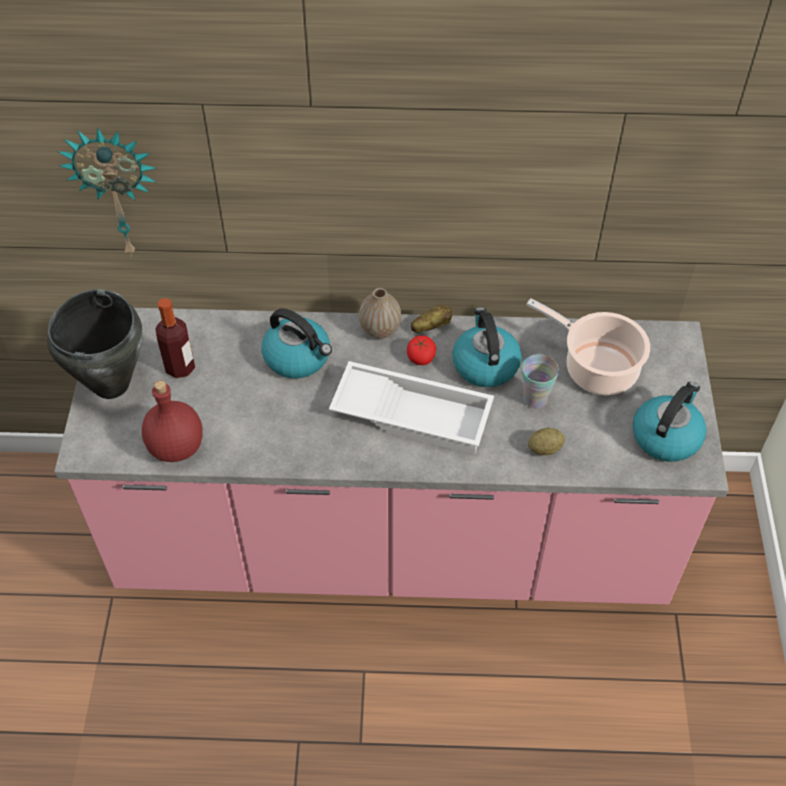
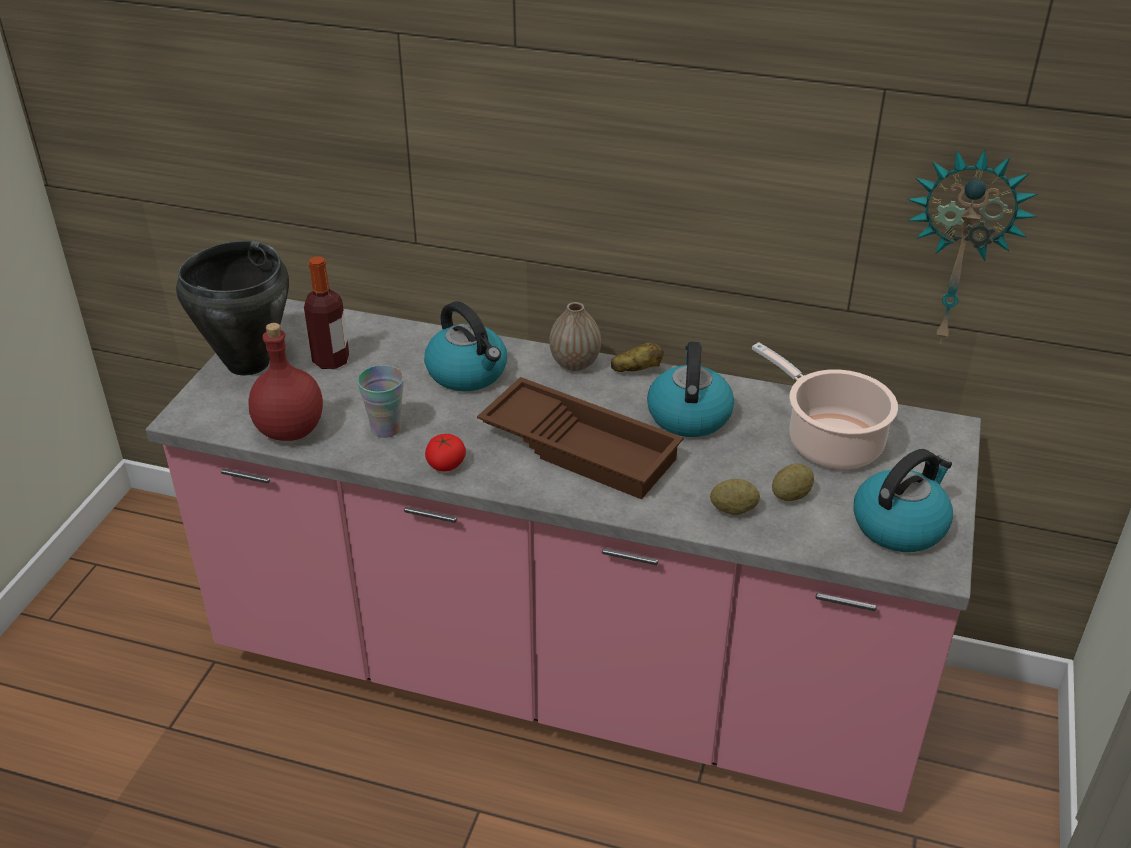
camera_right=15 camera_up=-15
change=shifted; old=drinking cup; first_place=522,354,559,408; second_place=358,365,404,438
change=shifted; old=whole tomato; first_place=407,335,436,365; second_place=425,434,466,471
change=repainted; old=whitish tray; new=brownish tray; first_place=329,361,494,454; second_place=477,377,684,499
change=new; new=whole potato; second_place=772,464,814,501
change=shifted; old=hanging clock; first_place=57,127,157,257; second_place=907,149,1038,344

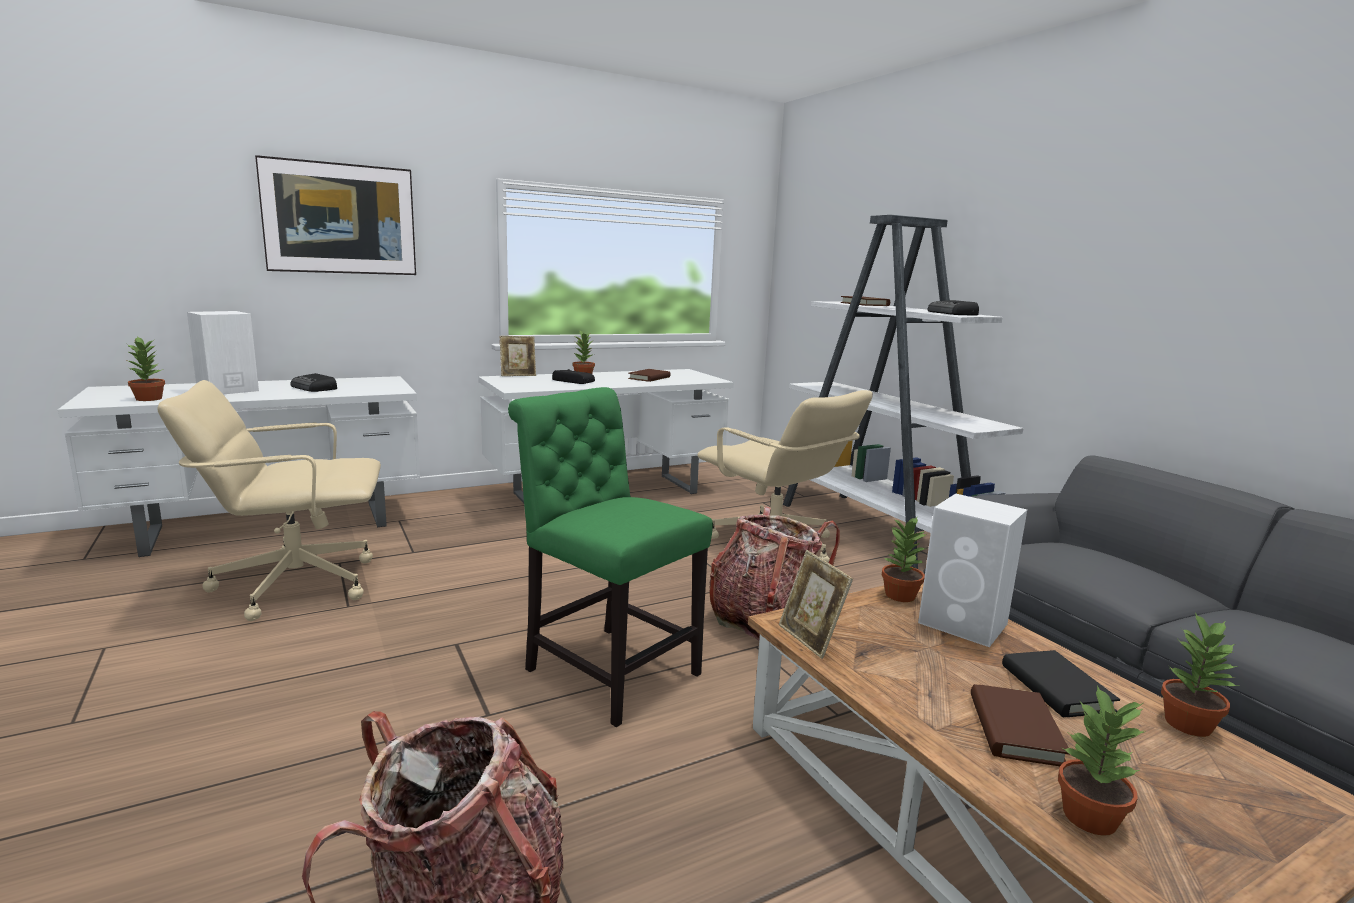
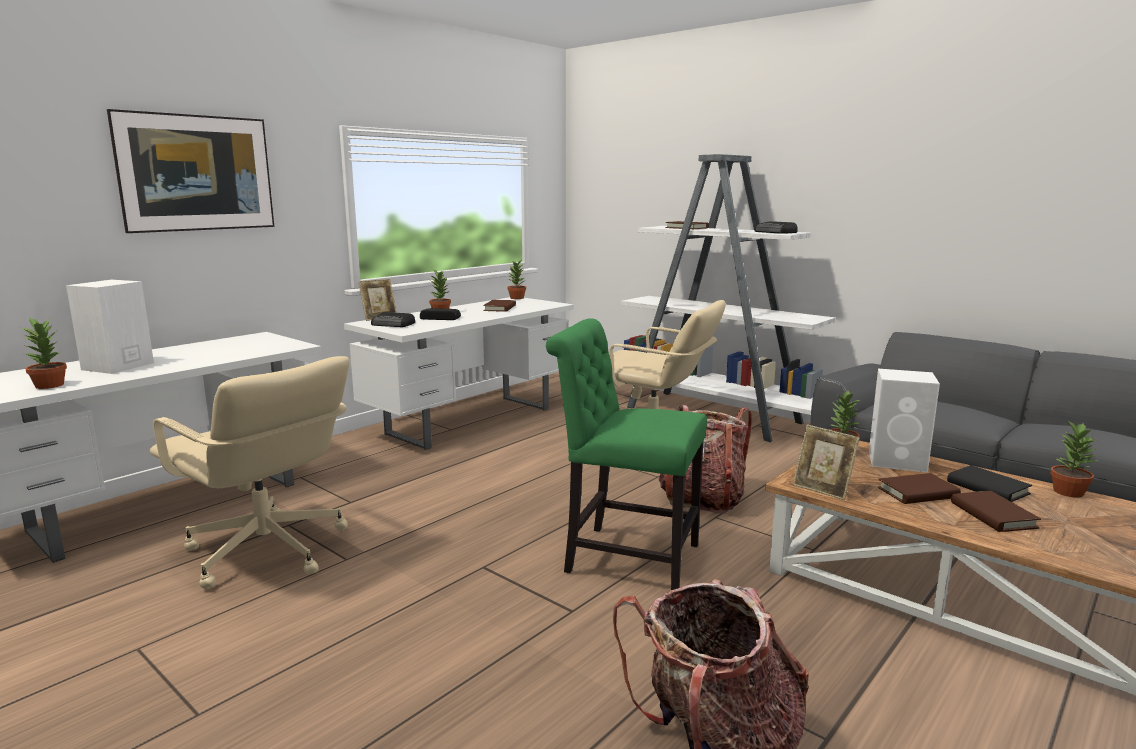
camera_right=-20 camera_up=0
change=rotated; old=beige computer chair; first_place=157,380,381,621; second_place=150,356,349,589; degrees=-105
change=shifted; old=radio set; first_place=291,373,337,392; second_place=371,312,415,327
change=shifted; old=plant in a pot; first_place=1058,685,1144,836; second_place=507,261,526,299
change=new; new=brownish book; second_place=878,473,961,504

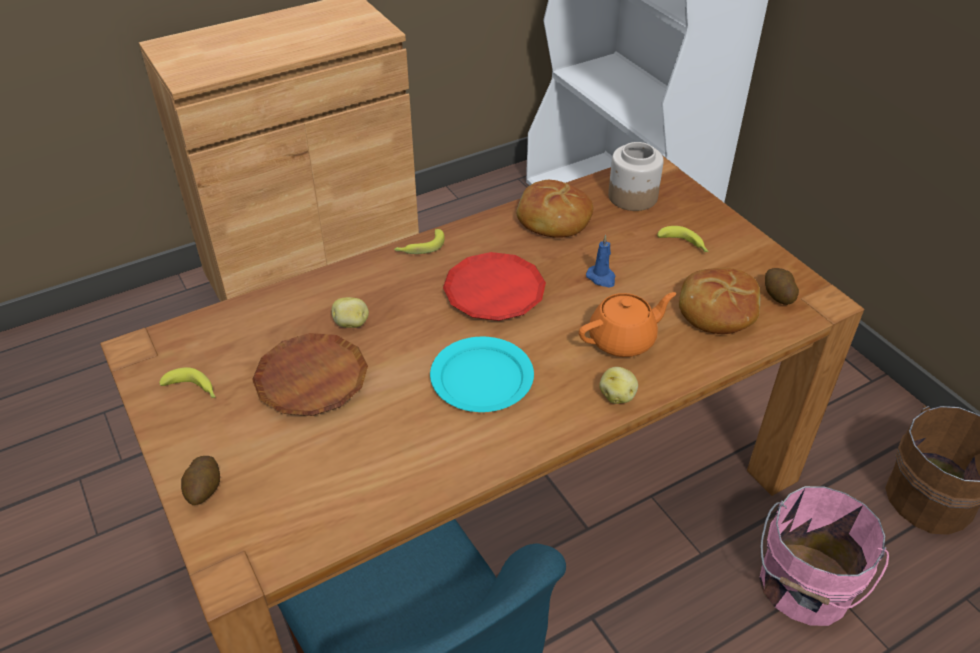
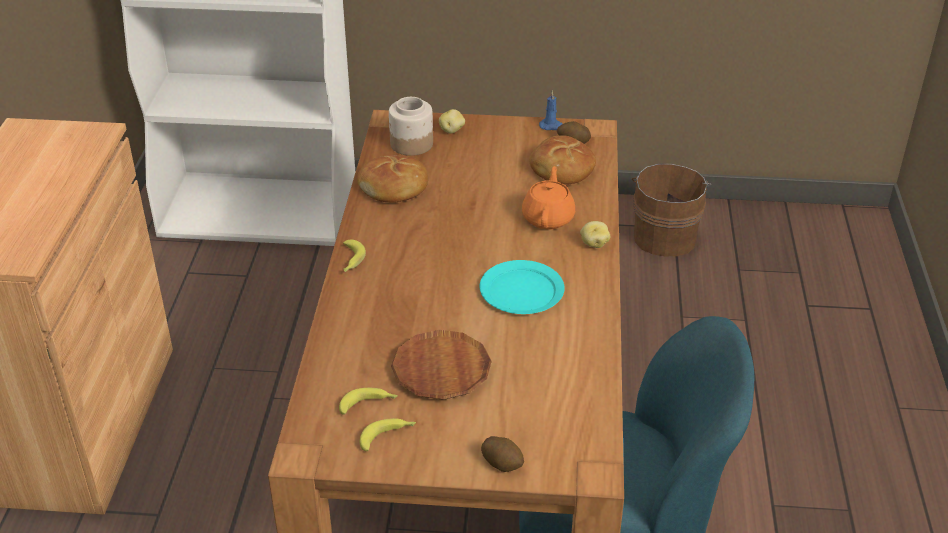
camera_right=-55 camera_up=-5
change=shifted; old=banana fruit; first_place=657,226,709,252; second_place=339,388,398,415
change=shifted; old=whole potato; first_place=331,297,369,328; second_place=439,109,465,134
change=shifted; old=blue-coloured wax candle; first_place=586,235,615,287; second_place=539,90,563,130
change=gone; old=red plate; first_place=443,252,546,321
change=gone; old=pinkish water bucket; first_place=759,486,889,626

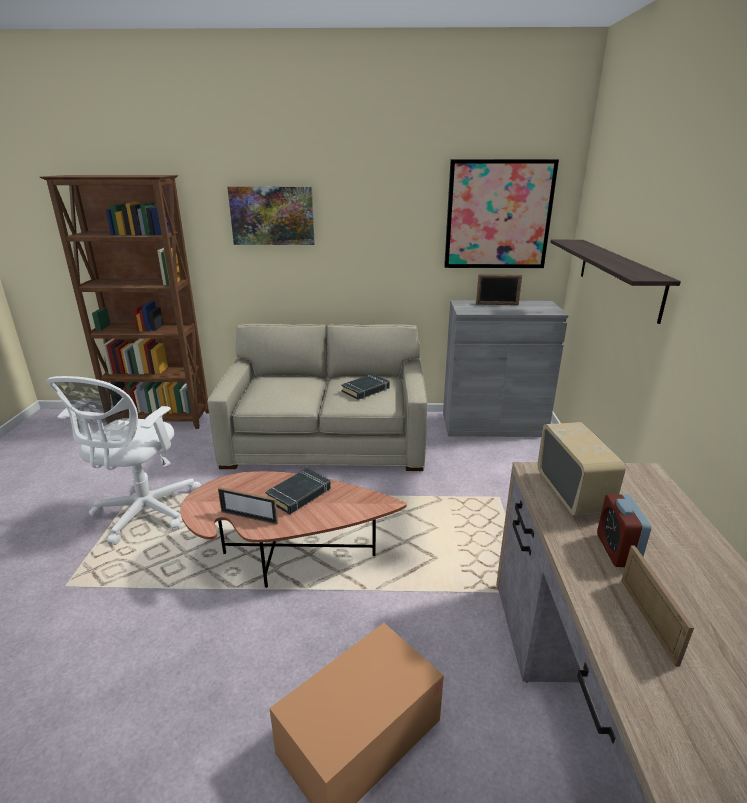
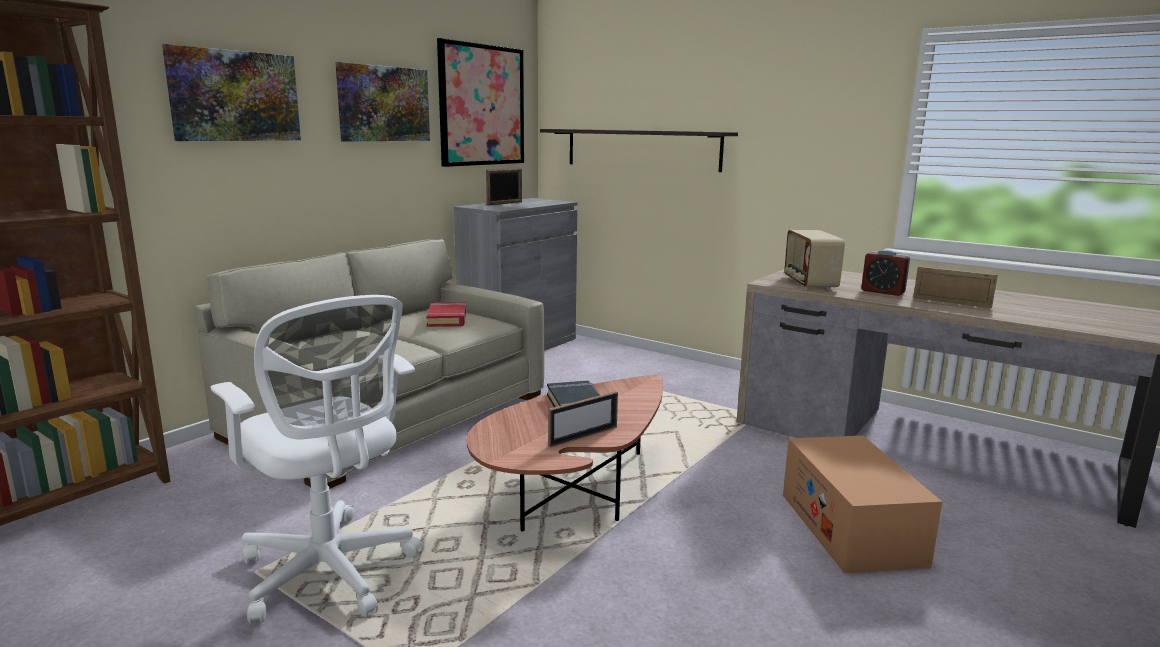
camera_right=-55 camera_up=-10
change=new; new=picture; second_place=335,62,430,142
change=repainted; old=black book; new=red book; first_place=341,374,390,400; second_place=426,302,467,327
change=rotated; old=radio set; first_place=538,422,625,515; second_place=785,230,845,289; degrees=-120

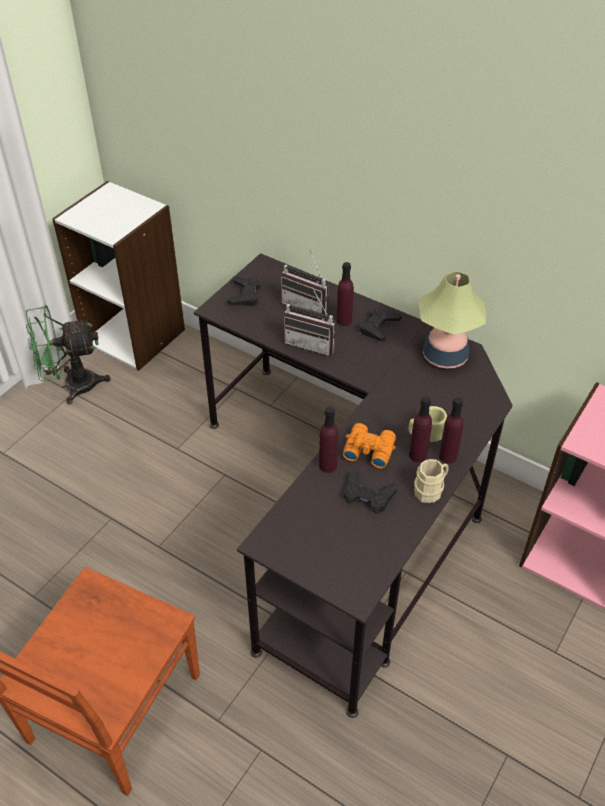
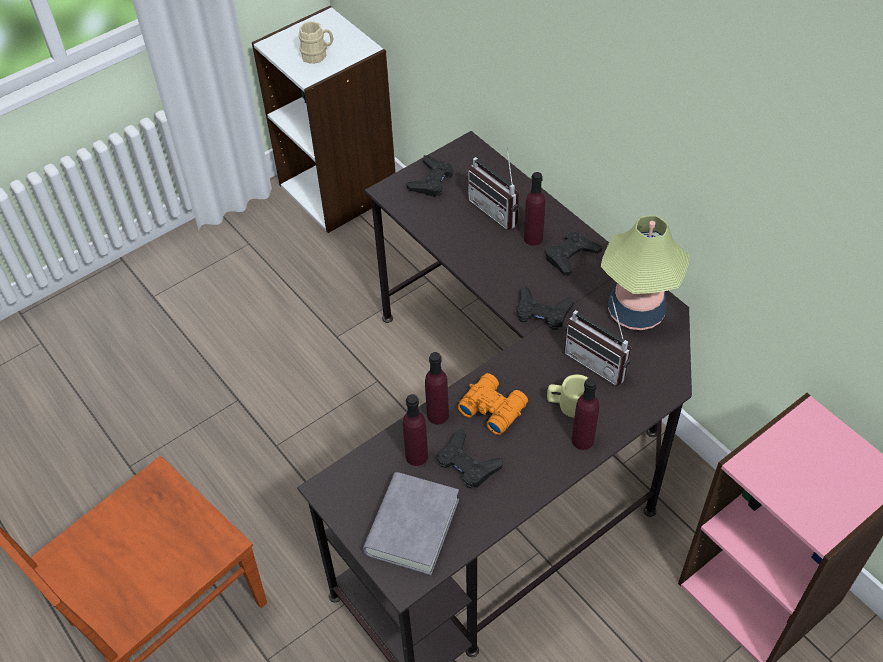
camera_right=20 camera_up=5
change=shifted; old=beige tea mug; first_place=414,459,449,503; second_place=299,21,333,64
change=new; new=gray book; second_place=363,472,459,575
change=shifted; old=purple-coloured drink bottle; first_place=409,396,432,462; second_place=403,394,428,466
change=new; new=black game controller; second_place=517,286,574,330
change=shifted; old=radio set; first_place=284,287,336,356; second_place=564,296,631,386
change=gone; old=green electric fan; first_place=26,305,111,405

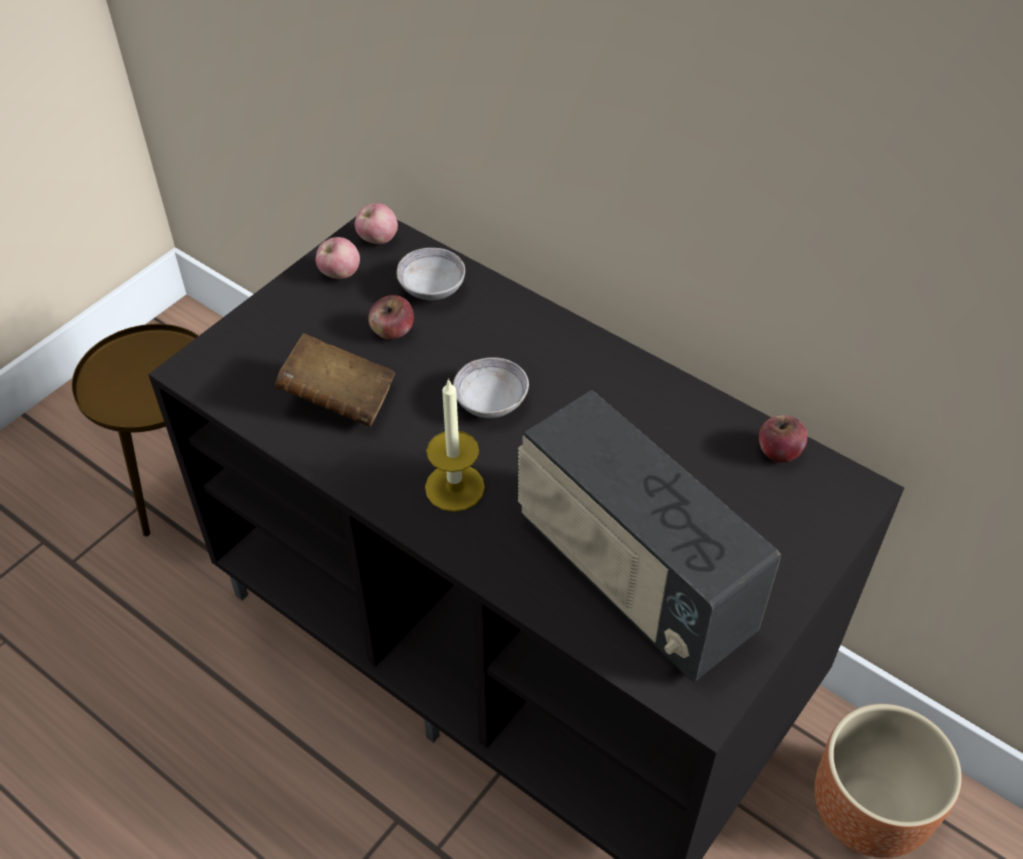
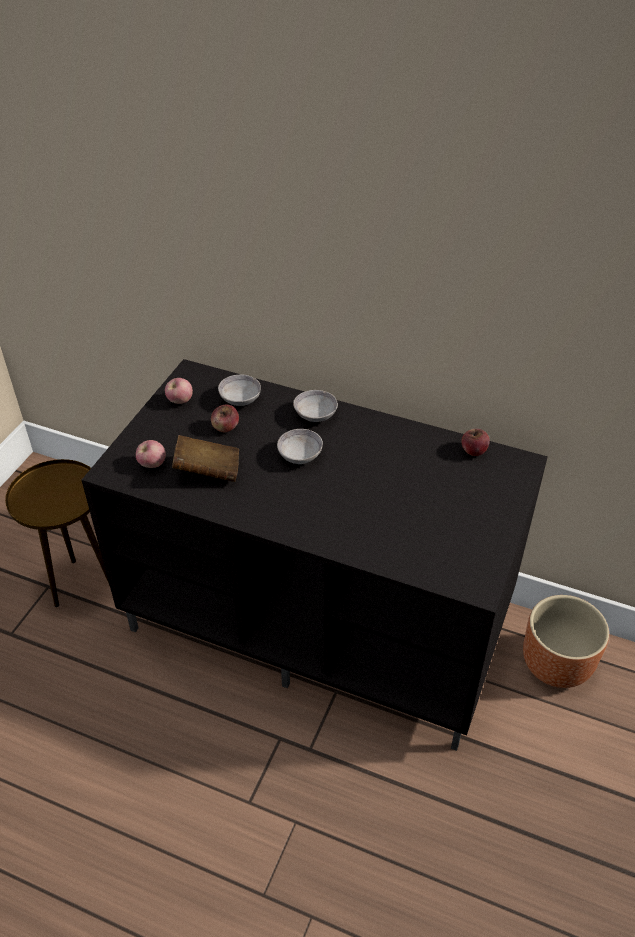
camera_right=-15 camera_up=-5
change=shifted; old=apple fruit; first_place=355,203,398,244; second_place=136,440,166,468
change=new; new=gray bowl; second_place=293,390,338,422
change=gone; old=wax candle; first_place=425,378,485,512
change=gone; old=radio set; first_place=518,390,781,682

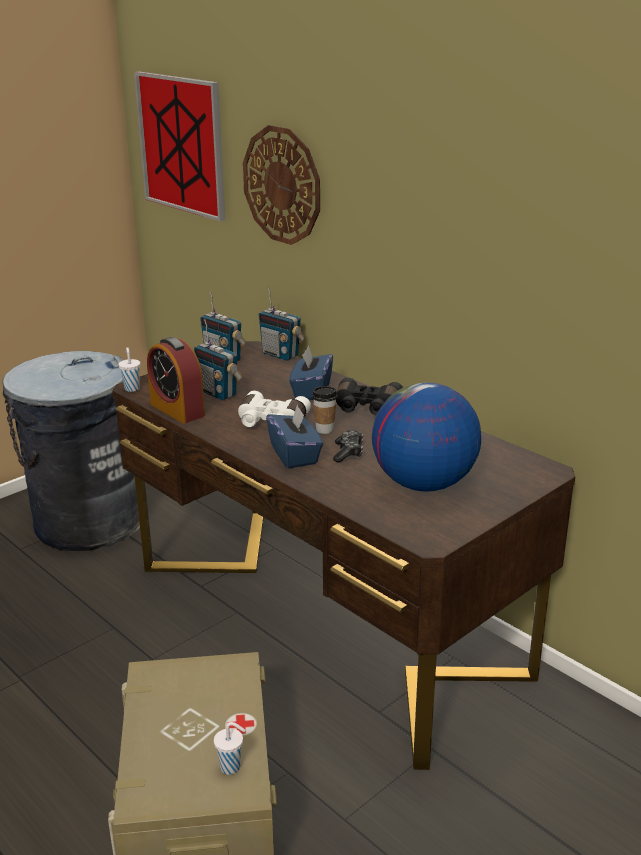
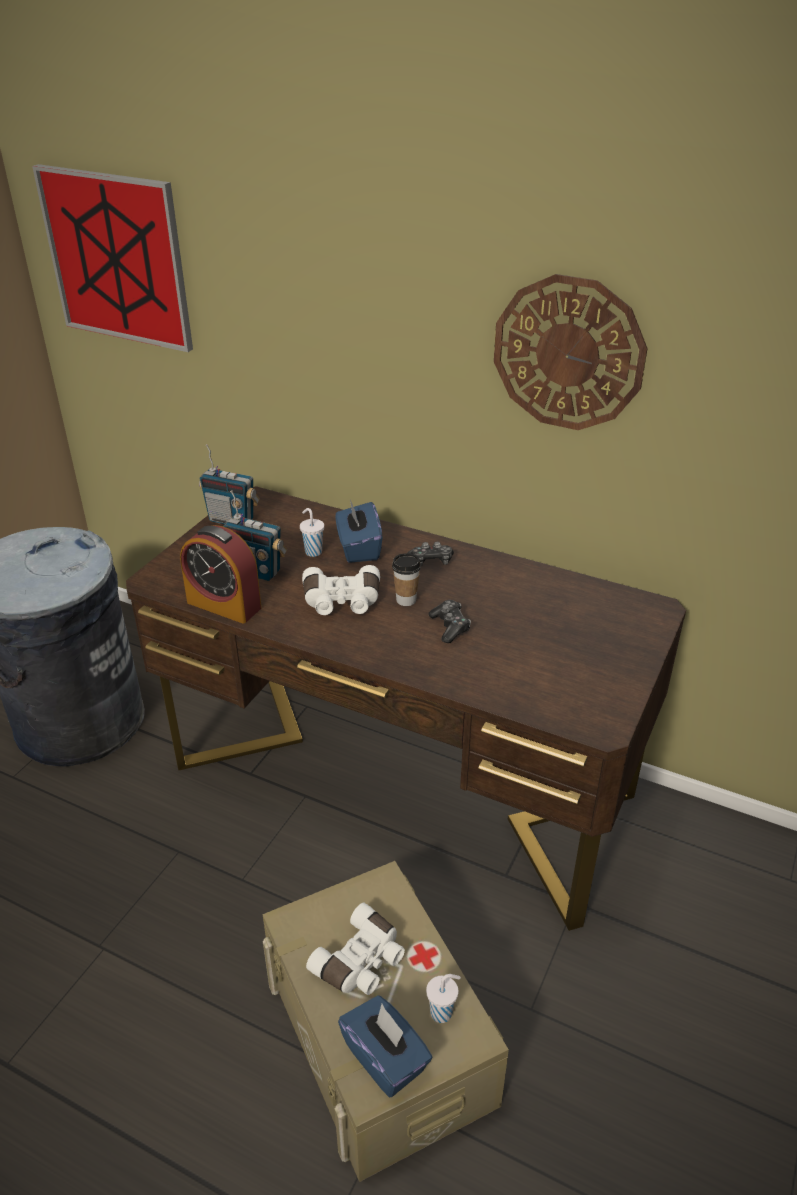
camera_right=-20 camera_up=10
change=shifted; old=whitish drinking cup; first_place=119,347,140,392; second_place=300,508,324,557
change=new; new=whitish field glasses; second_place=306,903,405,995
change=shifted; old=blue-coloured tissue holder; first_place=266,404,323,469; second_place=338,995,432,1098
change=swapped; old=black field glasses; new=game controller; first_place=336,378,403,415; second_place=408,542,454,566
change=shifted; old=hanging clock; first_place=243,125,320,245; second_place=494,274,648,430
change=gone; old=radio set; first_place=258,287,305,361
change=gone; old=world globe; first_place=372,382,481,492

